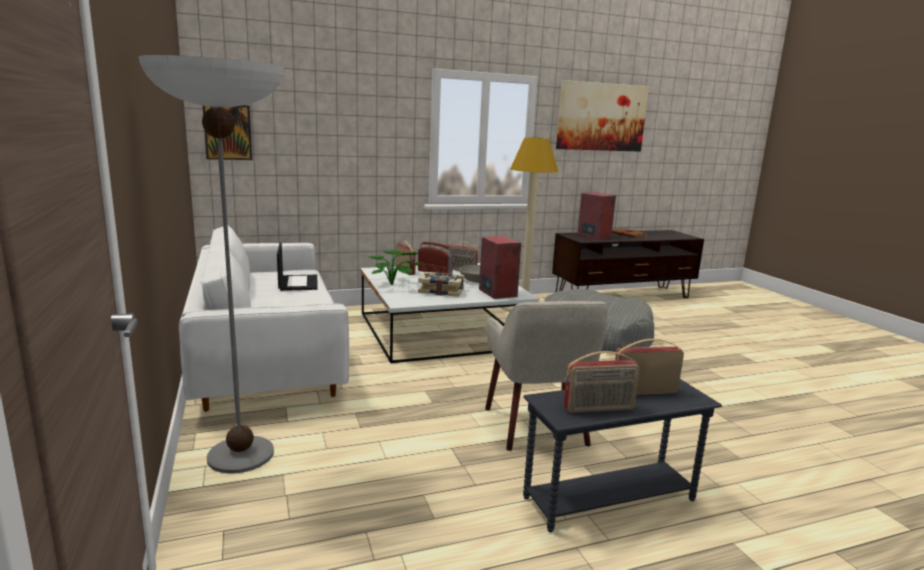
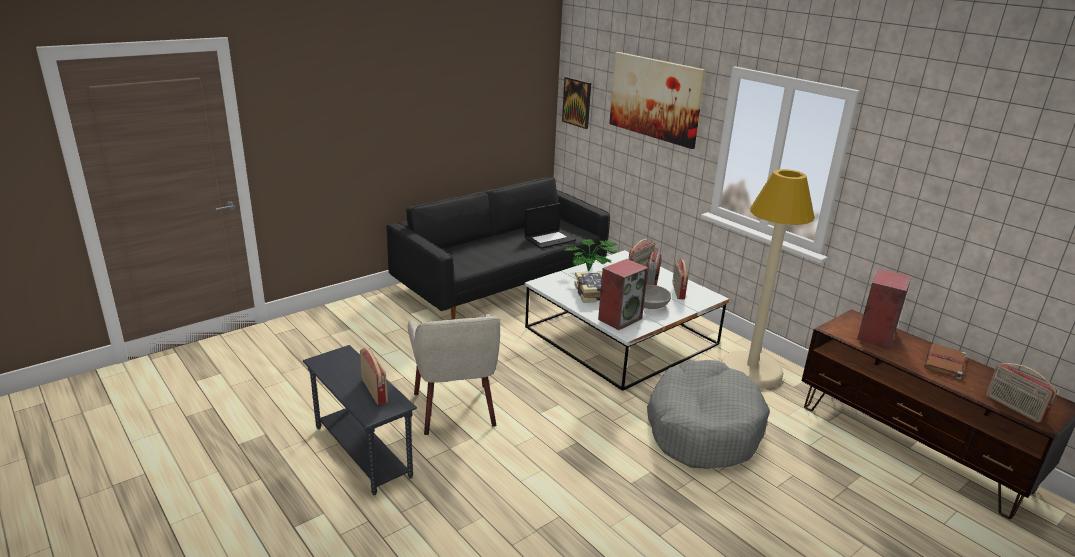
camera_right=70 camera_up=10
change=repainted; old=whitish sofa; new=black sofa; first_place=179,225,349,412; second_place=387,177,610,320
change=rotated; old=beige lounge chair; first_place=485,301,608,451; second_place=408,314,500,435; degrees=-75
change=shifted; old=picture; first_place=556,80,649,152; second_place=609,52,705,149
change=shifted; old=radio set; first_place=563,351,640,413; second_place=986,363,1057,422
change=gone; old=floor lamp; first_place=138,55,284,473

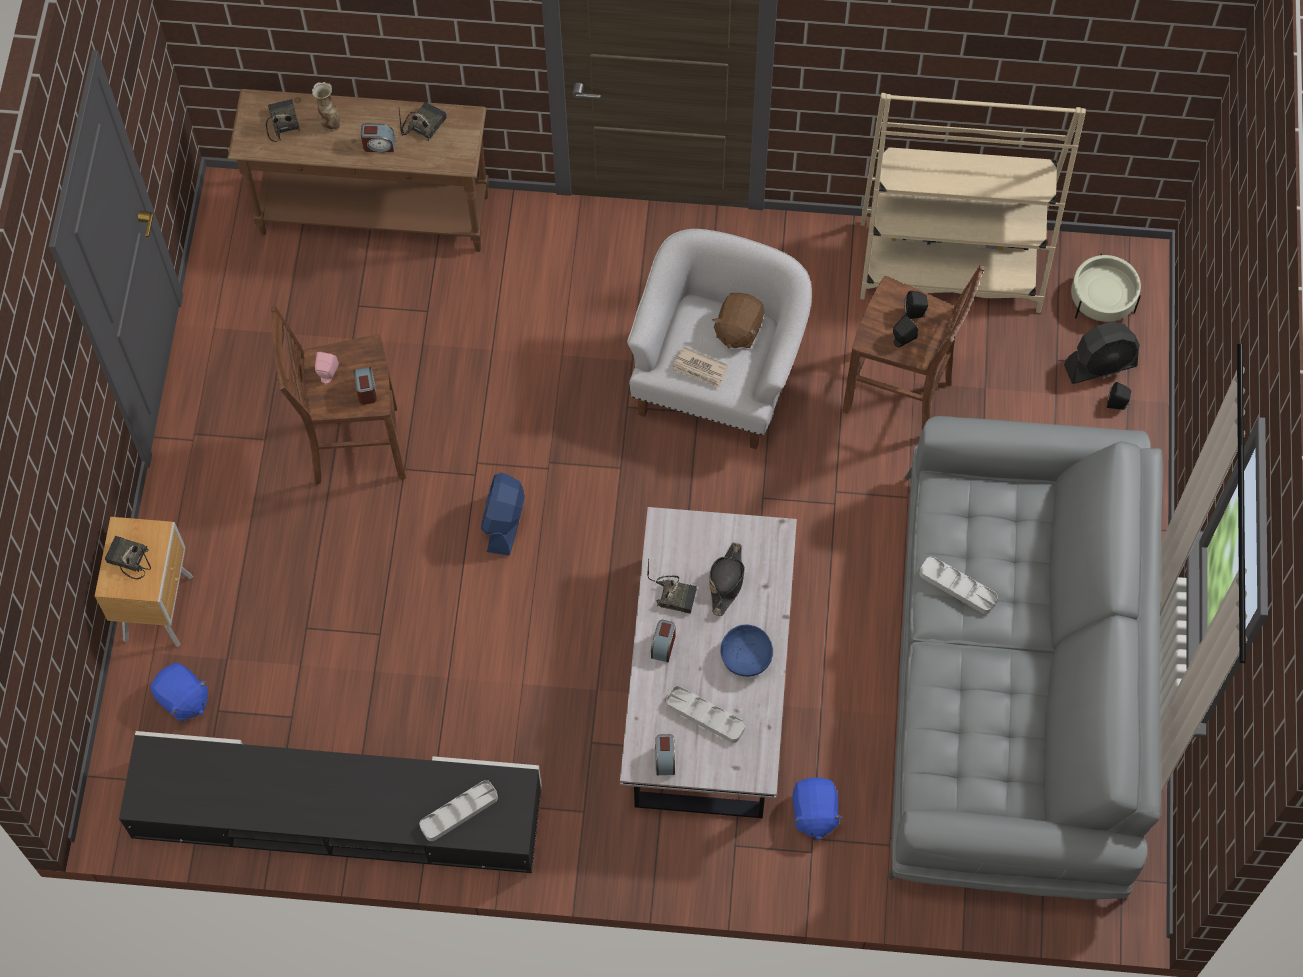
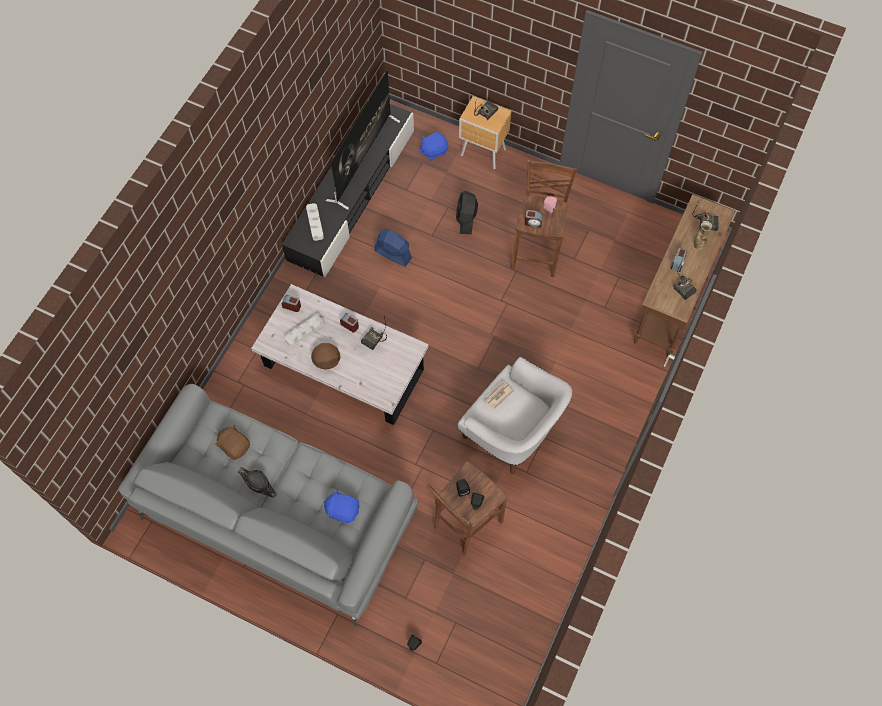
camera_right=110 camera_up=0
change=shifted; old=brownish plush toy; first_place=712,293,764,348; second_place=215,424,250,460
change=shifted; old=black wearable hat; first_place=709,543,745,616; second_place=237,467,277,498
change=repainted; old=blue-coloured bowl; new=brownish bowl; first_place=721,625,773,677; second_place=311,343,340,369
change=shifted; old=blue-coloured plush toy; first_place=792,777,843,840; second_place=323,489,360,523
change=new; new=TV set; second_place=326,70,400,210
change=shifted; old=blue-coloured electric fan; first_place=481,472,525,556; second_place=374,229,412,267
change=shifted; old=black electric fan; first_place=1064,321,1140,384; second_place=456,191,478,234
change=gone; old=beige bookshelf; first_place=860,93,1086,313
change=gone; old=gray tray; first_place=920,556,998,614
change=gone; old=beige planter; first_place=1071,253,1141,322

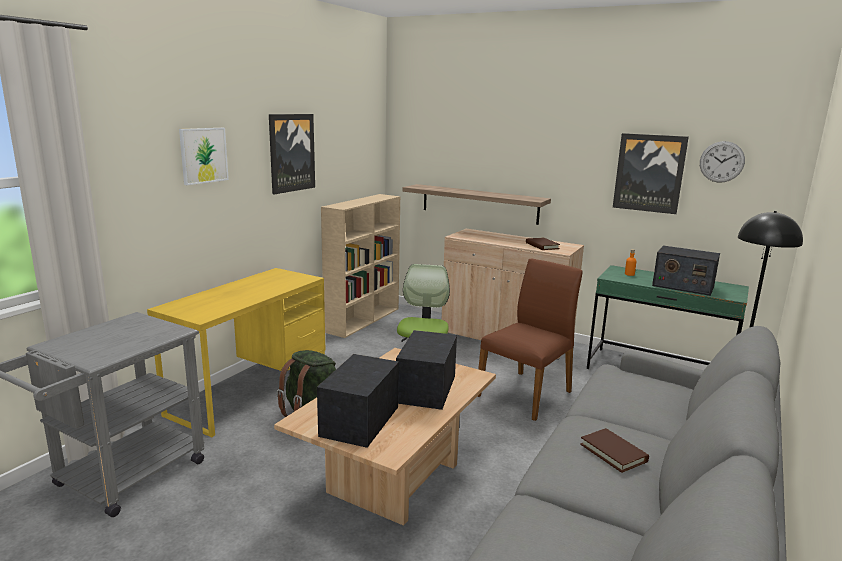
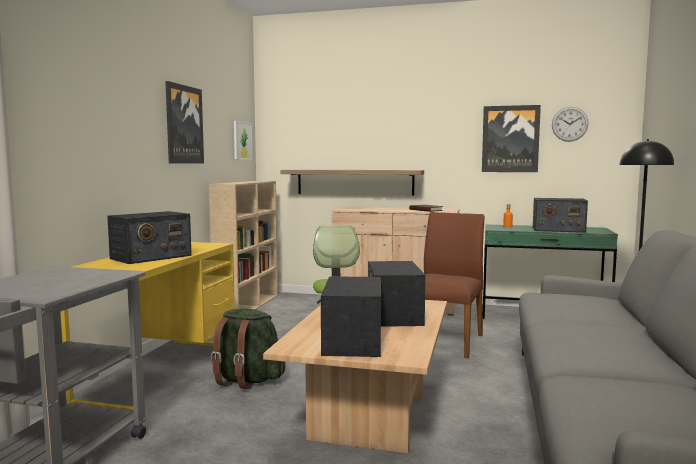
camera_right=-15 camera_up=-10
change=new; new=radio set; second_place=107,211,192,264
change=shifted; old=picture; first_place=179,128,229,185; second_place=234,121,253,160
change=gone; old=brownish book; first_place=580,428,649,473

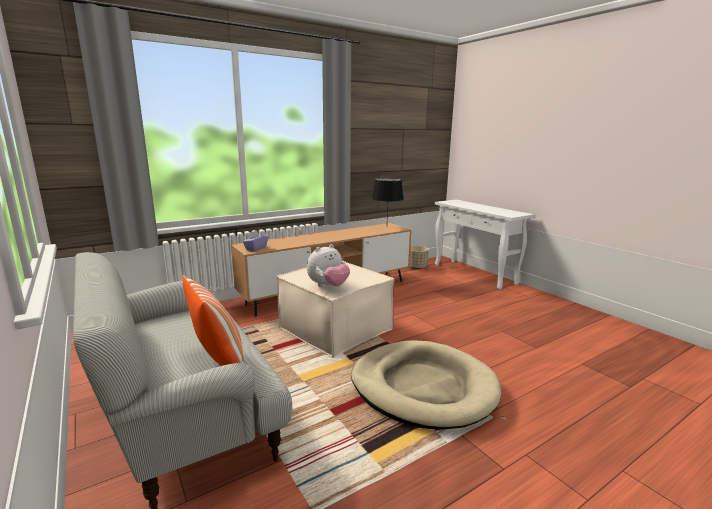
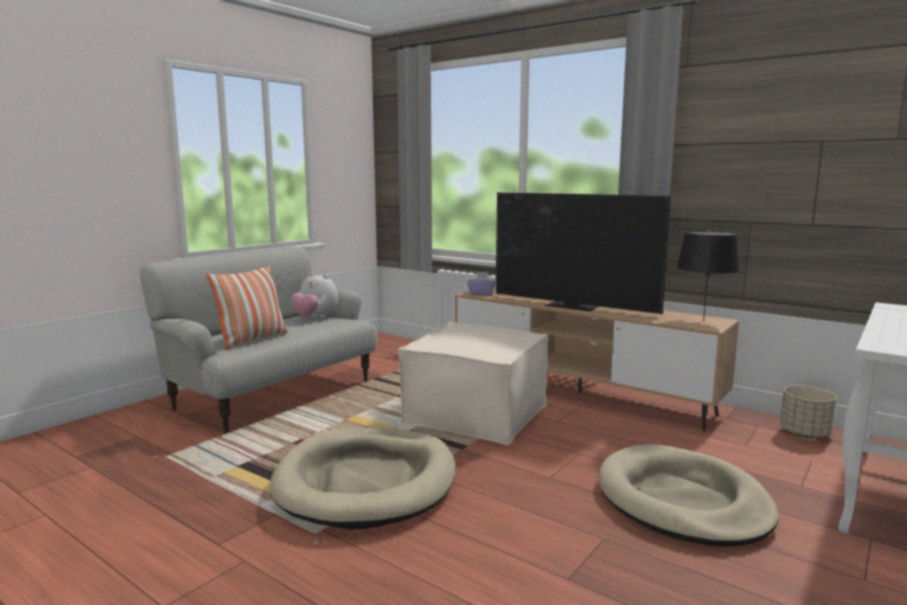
camera_right=70 camera_up=-5
change=shifted; old=plush toy; first_place=307,244,350,287; second_place=291,273,338,318
change=new; new=TV set; second_place=496,192,671,314
change=new; new=beige dog cushion; second_place=598,444,779,547

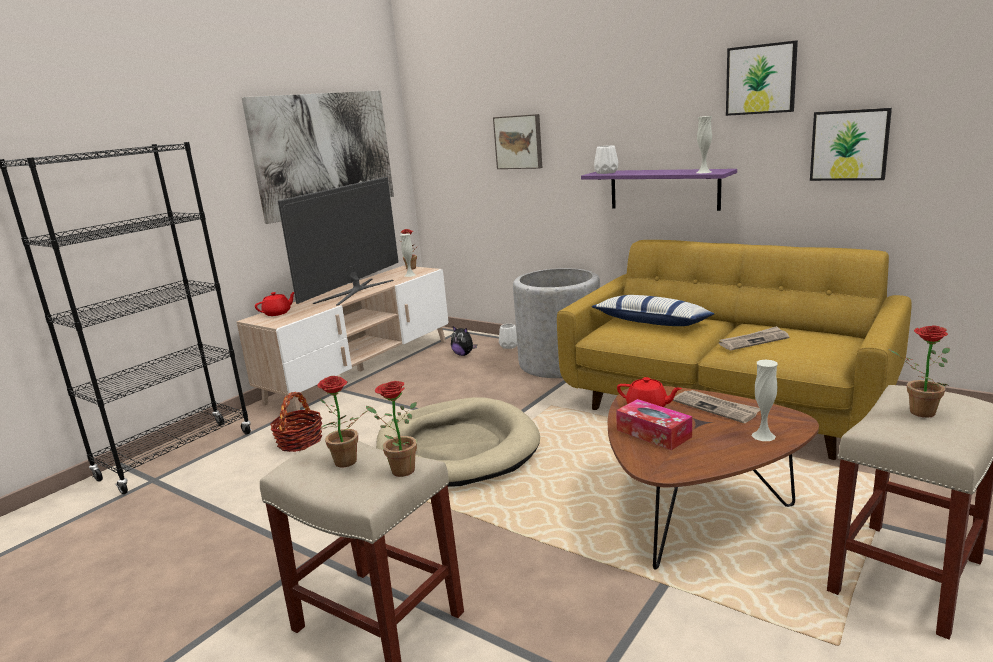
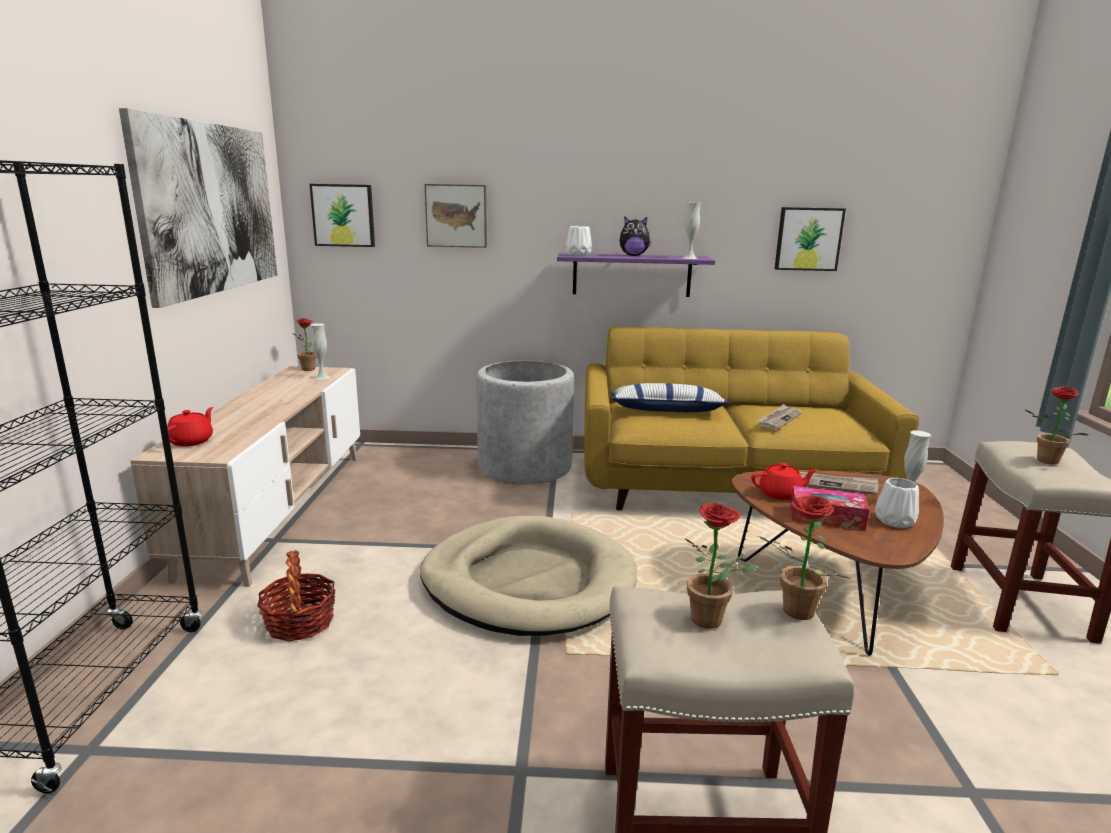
camera_right=-35 camera_up=0
change=shifted; old=picture; first_place=726,41,798,116; second_place=310,184,375,247
change=shifted; old=plush toy; first_place=451,326,477,356; second_place=619,217,652,256
change=shifted; old=whitish vase; first_place=499,324,517,349; second_place=875,478,919,528
change=gone; old=TV set; first_place=278,177,399,306

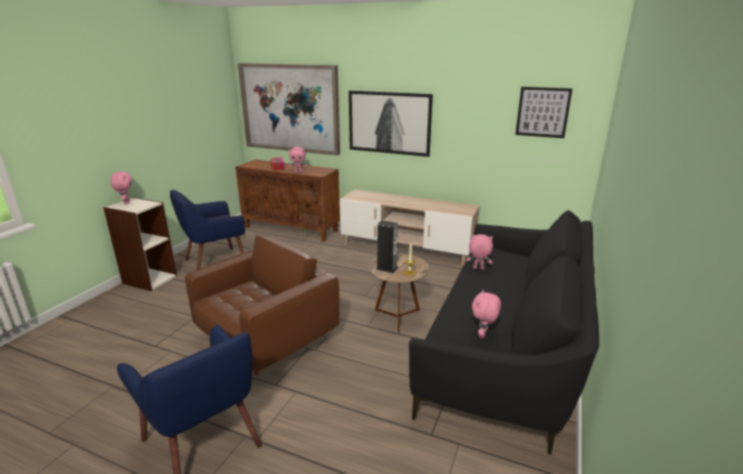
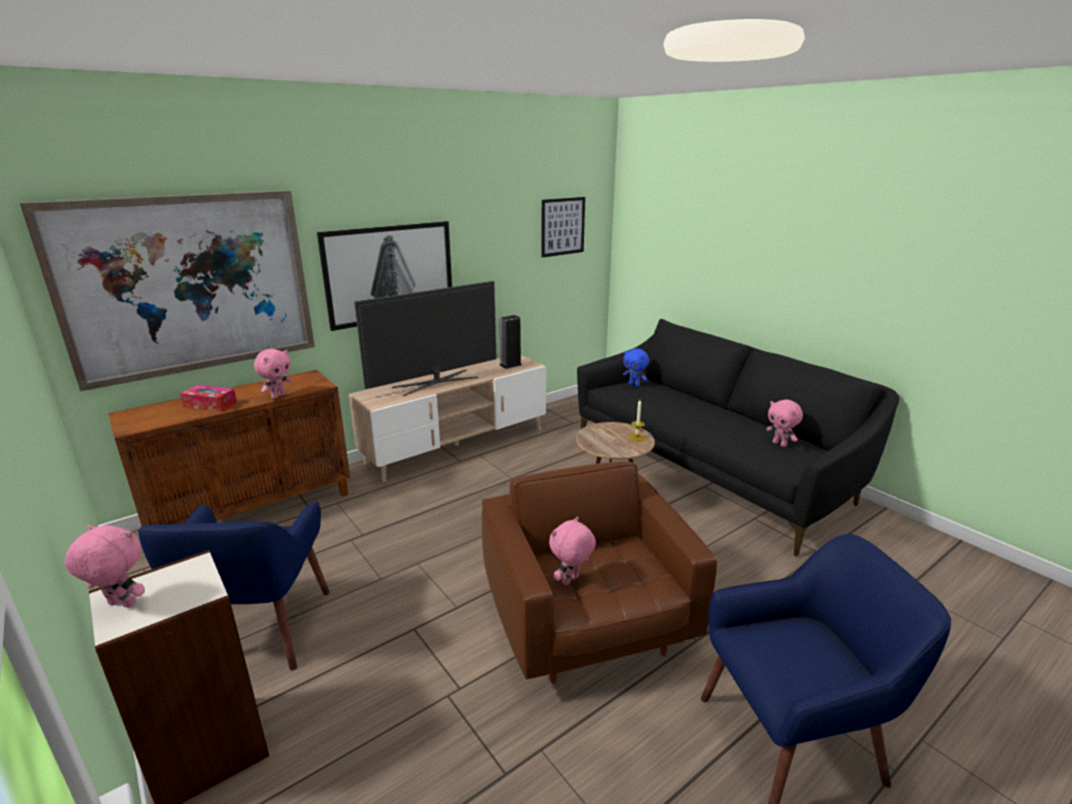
camera_right=-60 camera_up=0
change=new; new=TV set; second_place=354,281,497,396
change=shifted; old=loudspeaker; first_place=376,220,398,273; second_place=499,315,522,369
change=shifted; old=pinkish plush toy; first_place=466,234,493,270; second_place=549,516,596,585
change=new; new=blue-coloured plush toy; second_place=623,348,649,387

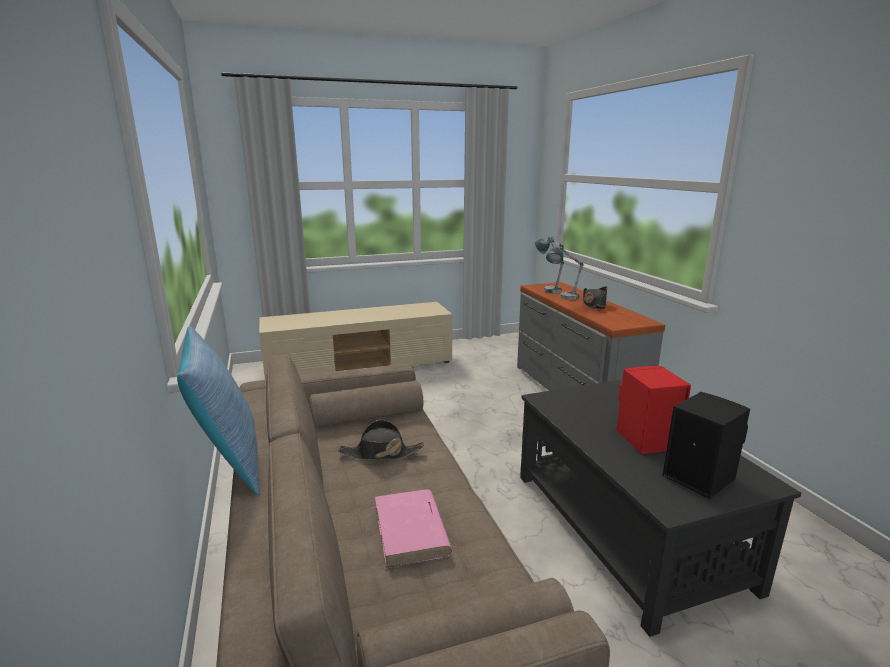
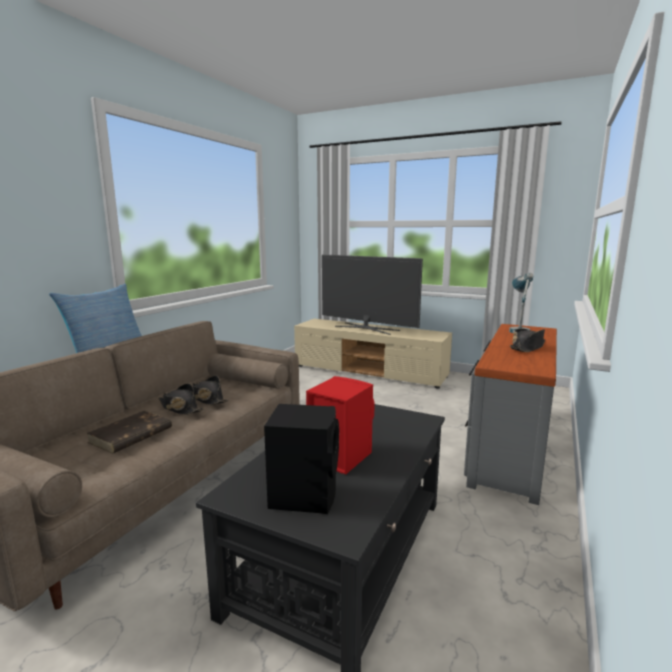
camera_right=45 camera_up=-5
change=repainted; old=pinkish book; new=brownish book; first_place=375,489,452,568; second_place=86,411,172,454
change=new; new=black wearable hat; second_place=158,383,205,415
change=new; new=TV set; second_place=322,254,423,335
change=gone; old=table lamp; first_place=546,242,584,300

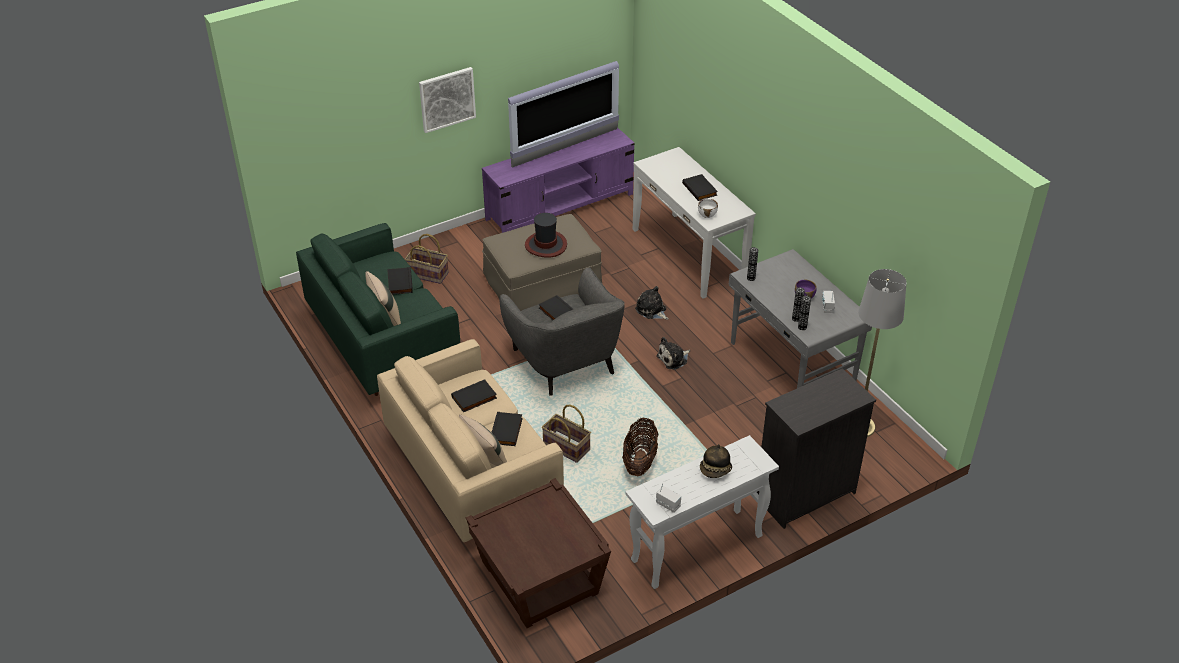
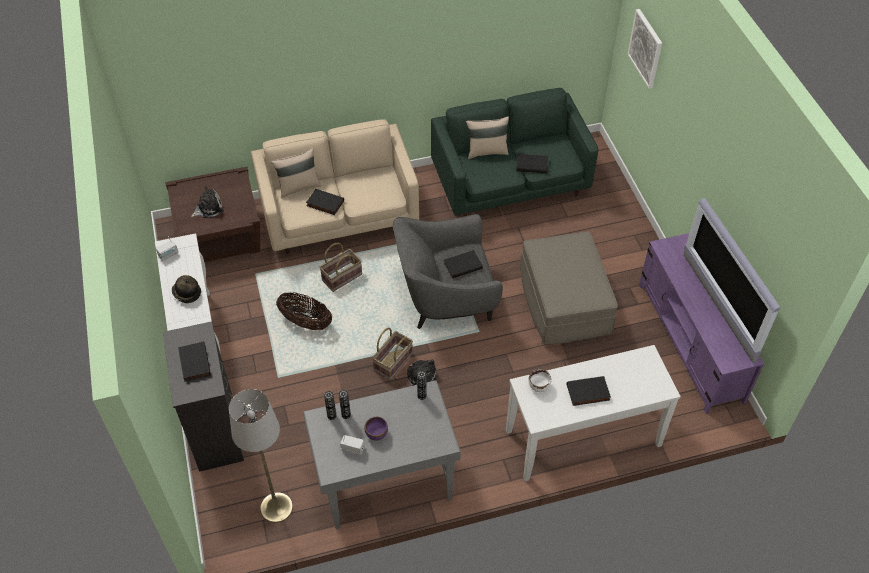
camera_right=105 camera_up=10
change=shifted; old=black book; first_place=451,380,497,412; second_place=178,341,211,382
change=shifted; old=plush toy; first_place=635,286,669,320; second_place=191,186,224,218
change=shifted; old=basket; first_place=405,234,449,284; second_place=372,328,413,380
change=shifted; old=picture; first_place=419,67,476,133; second_place=628,9,662,89
change=gone; old=wearable hat; first_place=525,213,567,258

